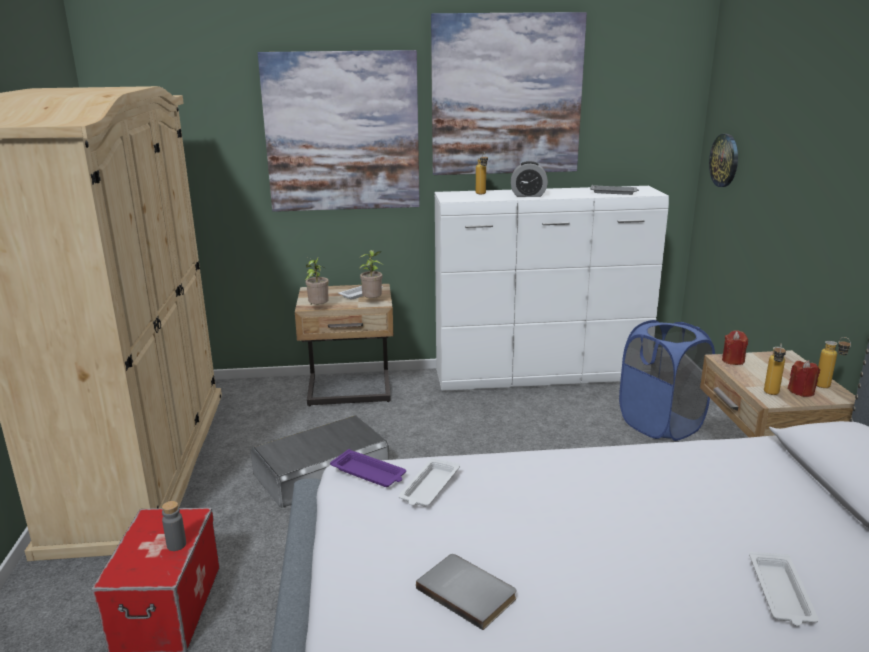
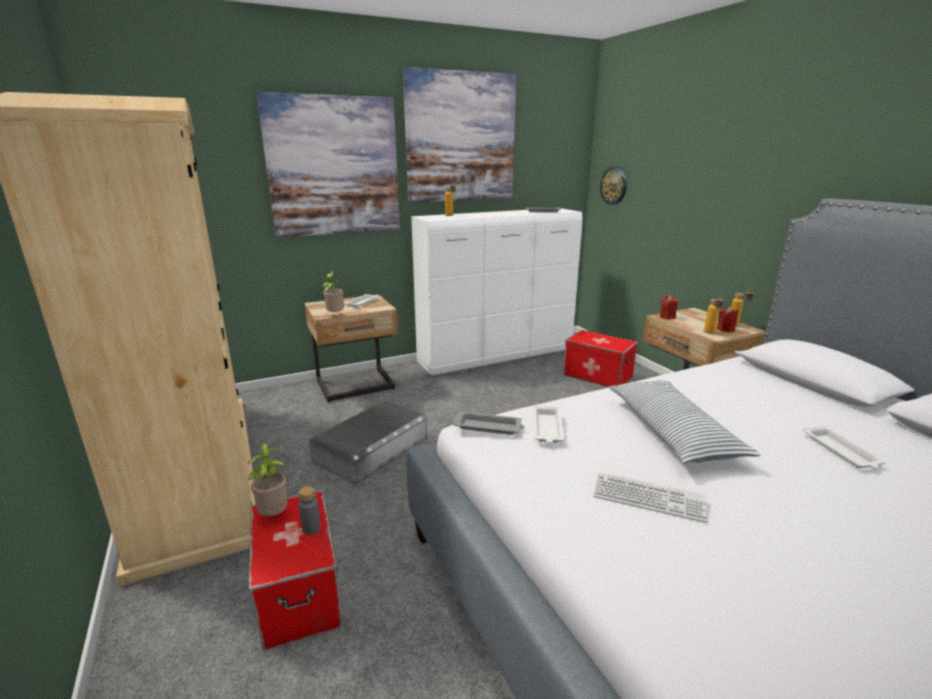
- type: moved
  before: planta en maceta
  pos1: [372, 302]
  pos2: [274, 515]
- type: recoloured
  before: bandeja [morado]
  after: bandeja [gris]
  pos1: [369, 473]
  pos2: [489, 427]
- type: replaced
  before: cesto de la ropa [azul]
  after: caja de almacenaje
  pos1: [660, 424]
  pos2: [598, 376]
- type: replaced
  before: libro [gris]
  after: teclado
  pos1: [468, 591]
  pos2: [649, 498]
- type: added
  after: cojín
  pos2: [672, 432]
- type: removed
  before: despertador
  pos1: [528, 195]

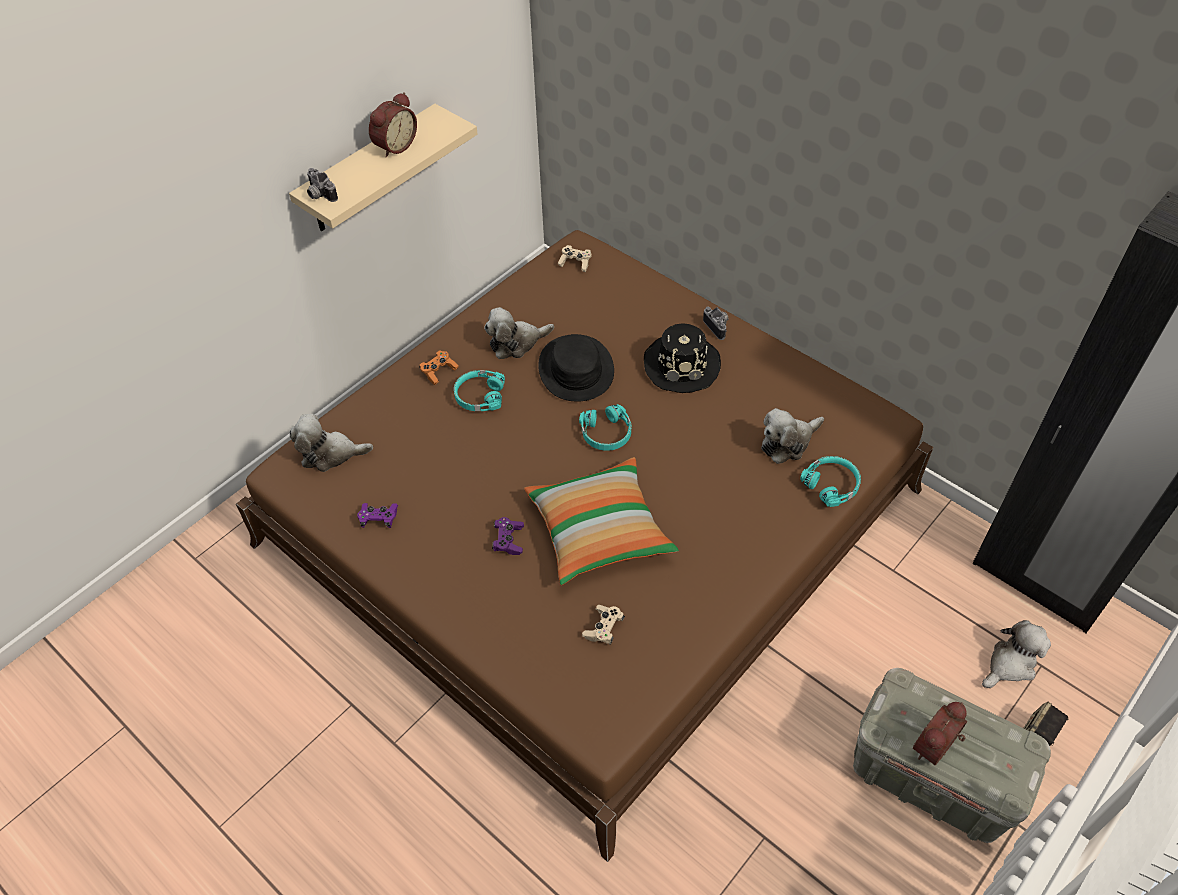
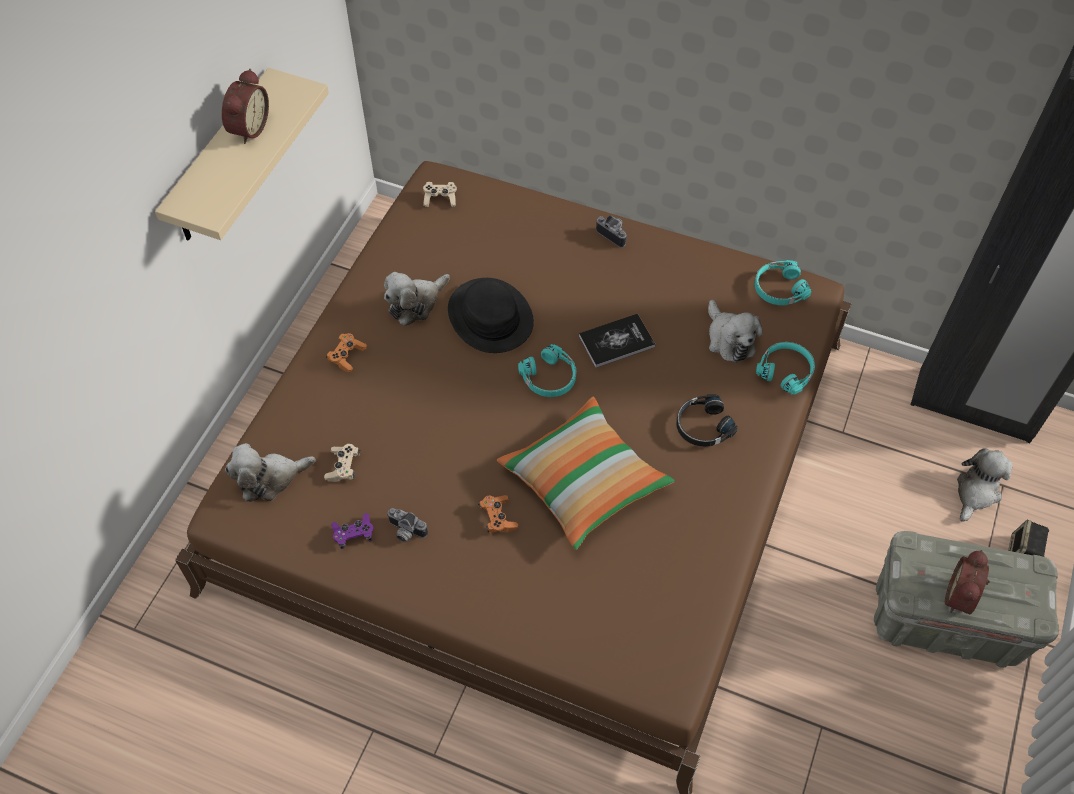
- type: moved
  before: mando de consola [beis]
  pos1: [604, 628]
  pos2: [343, 467]
- type: moved
  before: cámara
  pos1: [319, 195]
  pos2: [405, 532]
- type: recoloured
  before: mando de consola [morado]
  after: mando de consola [naranja]
  pos1: [508, 540]
  pos2: [498, 518]
- type: added
  after: libro
  pos2: [616, 341]
- type: added
  after: auriculares [negro]
  pos2: [702, 426]
- type: turned
  before: peluche
  pos1: [788, 442]
  pos2: [729, 339]
  turn: -60
- type: moved
  before: auriculares [turquesa]
  pos1: [479, 396]
  pos2: [778, 288]
- type: removed
  before: sombrero [negro]
  pos1: [681, 365]

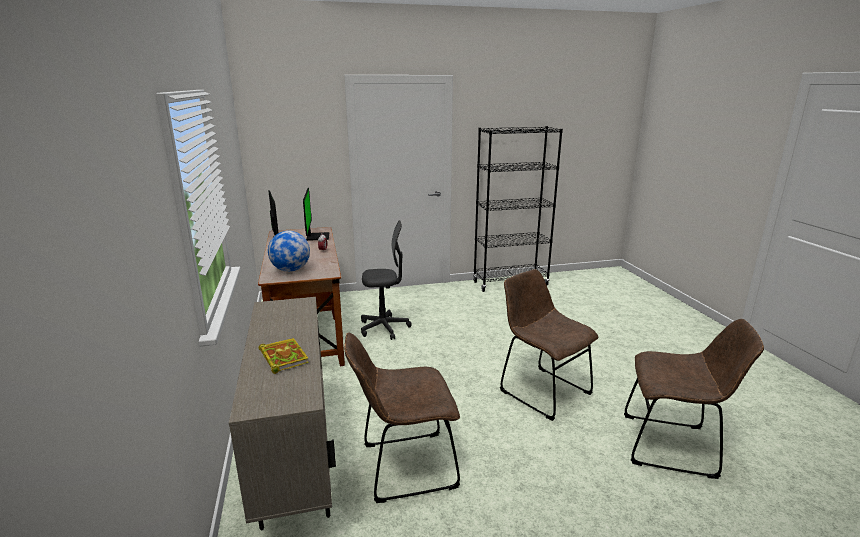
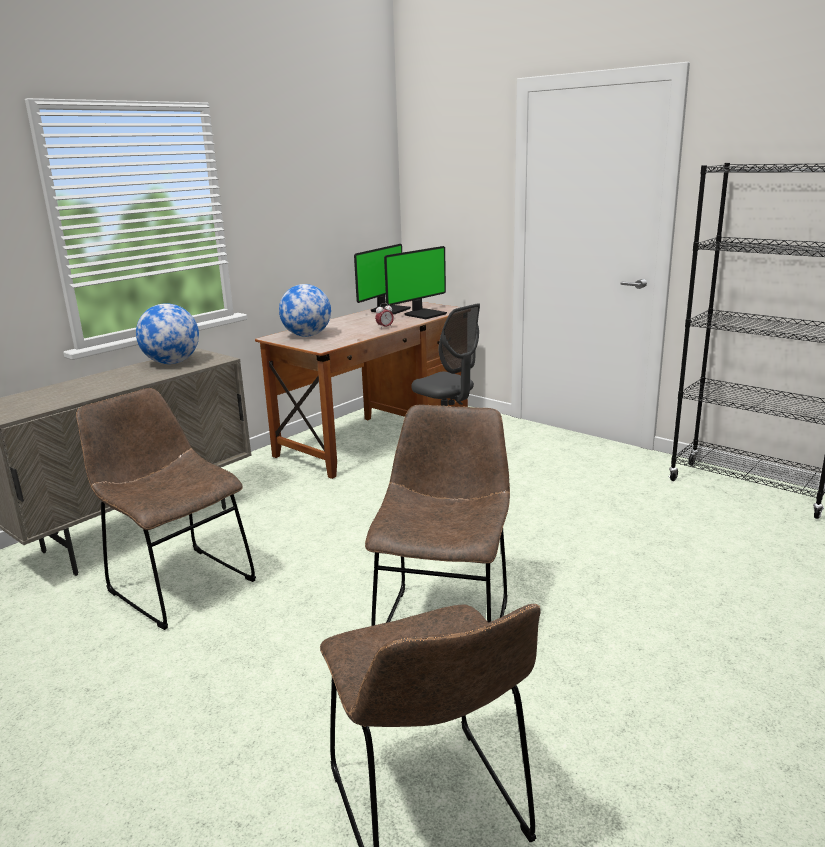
- type: added
  after: globo terráqueo
  pos2: [172, 363]
- type: removed
  before: libro
  pos1: [283, 357]

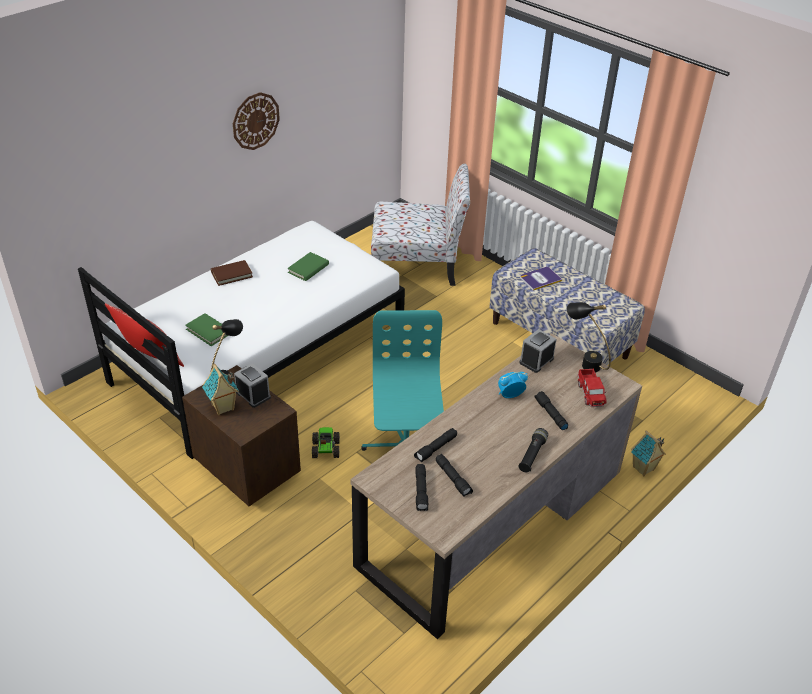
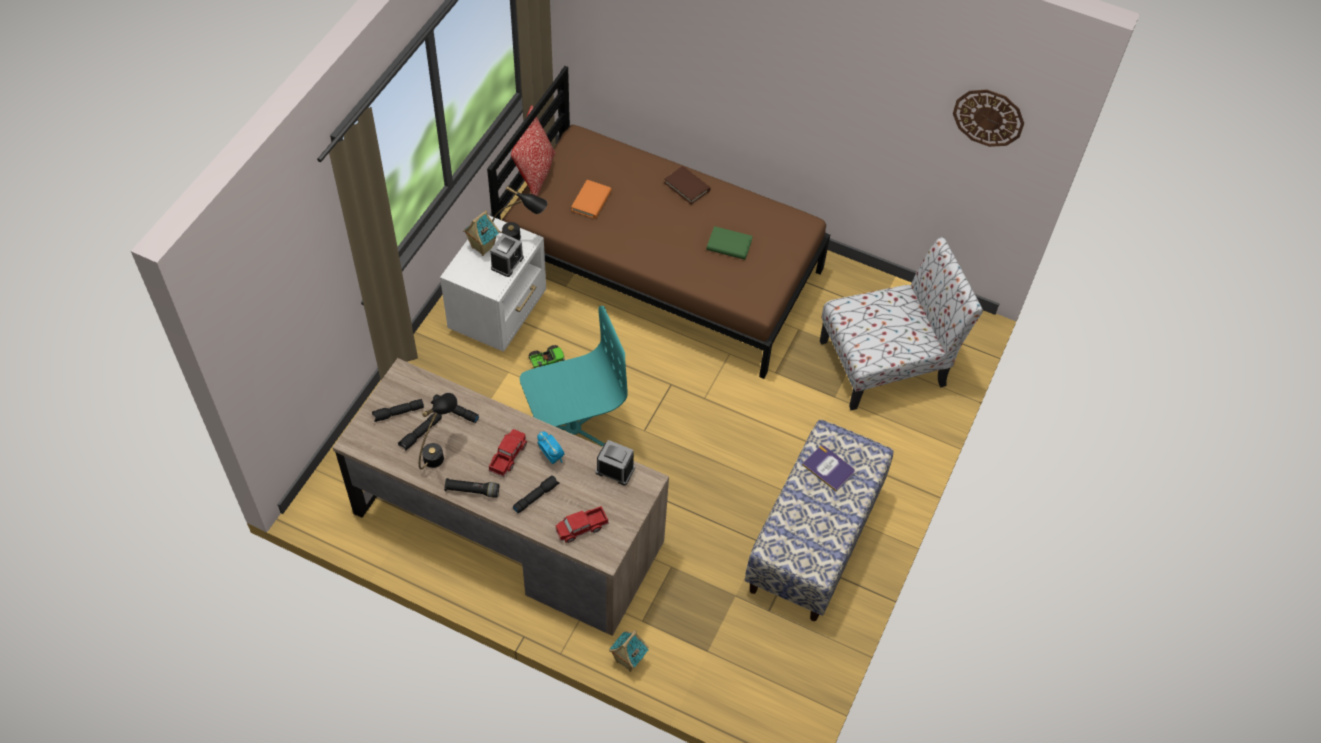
- type: moved
  before: lámpara de mesa [negro]
  pos1: [584, 361]
  pos2: [439, 451]
- type: recoloured
  before: mesita de noche [marrón]
  after: mesita de noche [blanco]
  pos1: [247, 469]
  pos2: [500, 313]
- type: recoloured
  before: cama [blanco]
  after: cama [marrón]
  pos1: [260, 353]
  pos2: [660, 268]
- type: added
  after: camión de juguete
  pos2: [508, 456]
- type: recoloured
  before: libro [verde]
  after: libro [naranja]
  pos1: [208, 331]
  pos2: [591, 201]
- type: turned
  before: silla
  pos1: [418, 264]
  pos2: [886, 362]
  turn: -90
- type: moved
  before: reloj de pared
  pos1: [255, 121]
  pos2: [988, 117]

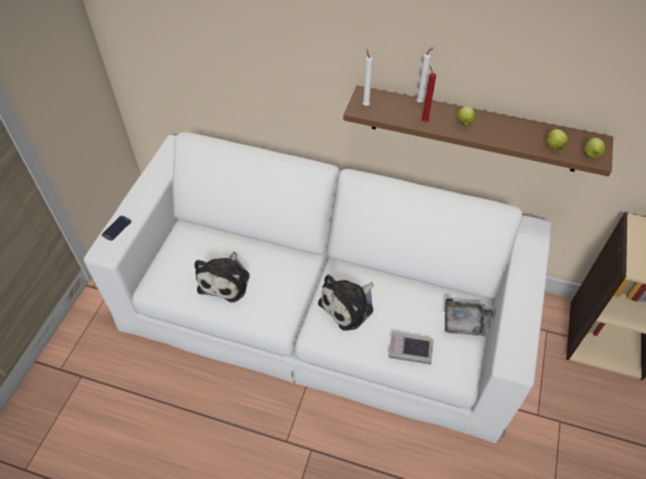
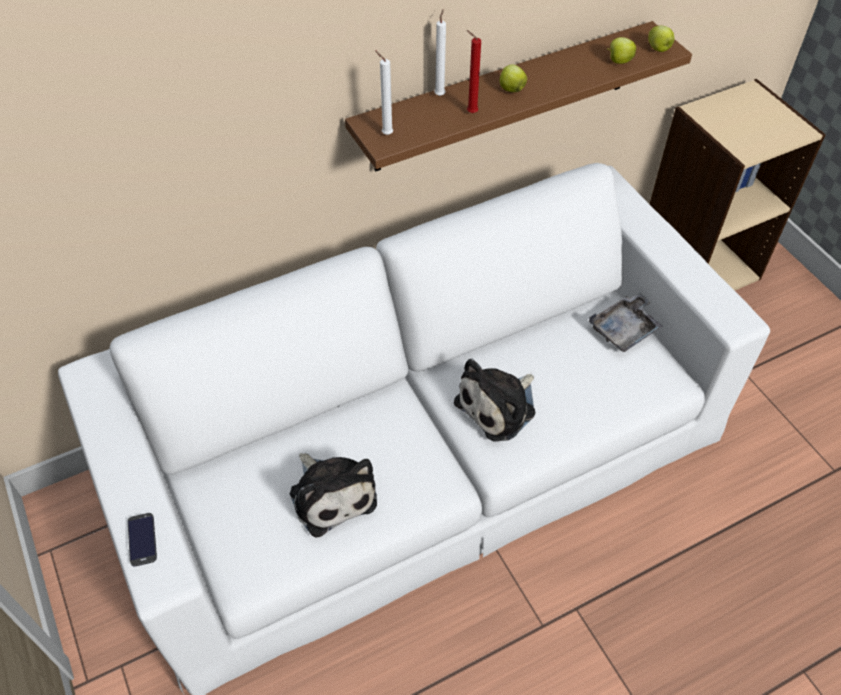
- type: turned
  before: peluche
  pos1: [349, 305]
  pos2: [499, 406]
  turn: 45
- type: removed
  before: libro
  pos1: [410, 350]

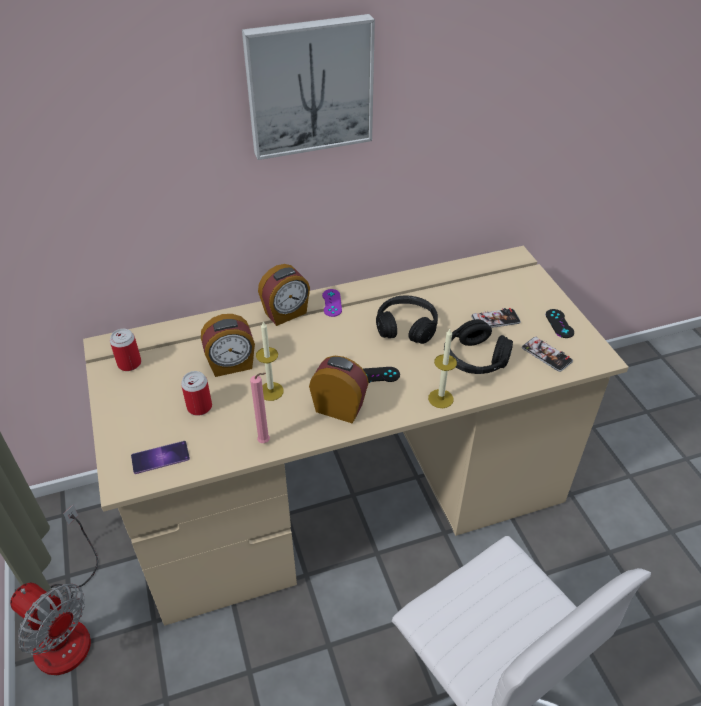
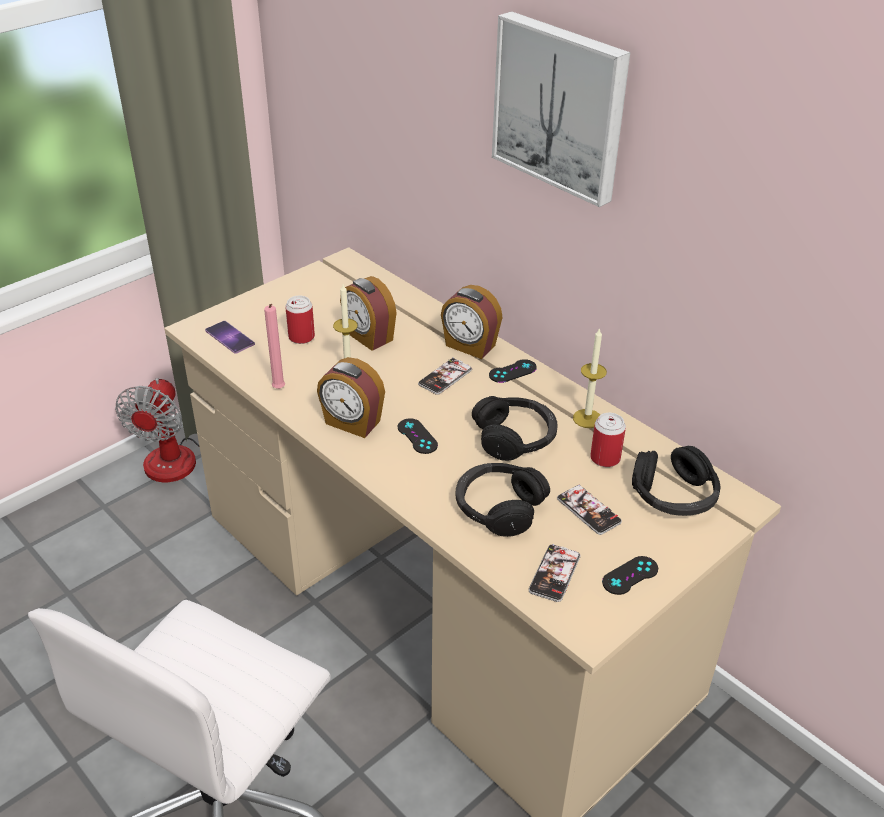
- type: turned
  before: despertador
  pos1: [339, 407]
  pos2: [352, 423]
  turn: 120
- type: added
  after: móvil
  pos2: [445, 377]
- type: recoloured
  before: mando de consola [morado]
  after: mando de consola [negro]
  pos1: [332, 303]
  pos2: [512, 371]
- type: moved
  before: vela
  pos1: [440, 398]
  pos2: [587, 418]
- type: moved
  before: lata
  pos1: [129, 363]
  pos2: [605, 458]
- type: added
  after: auriculares [negro]
  pos2: [673, 496]

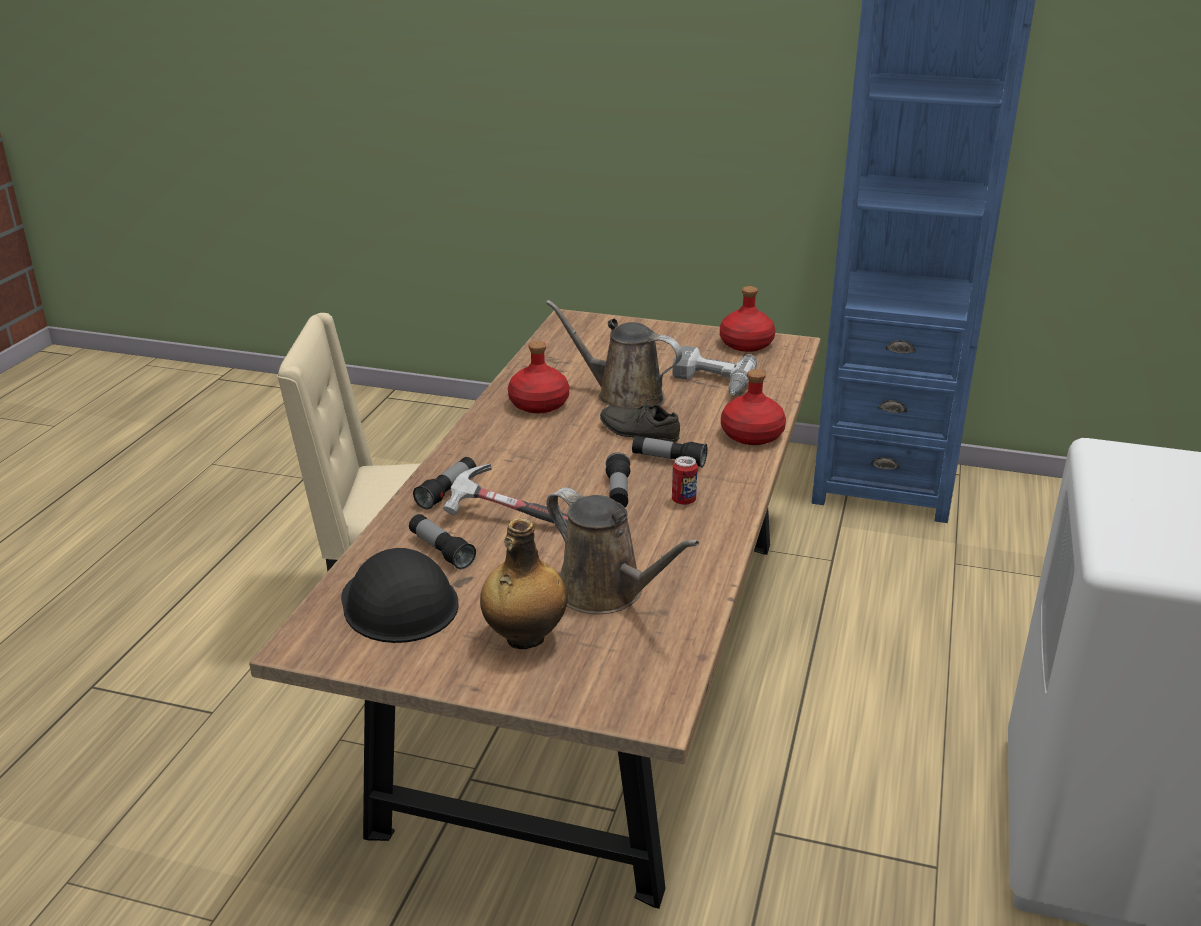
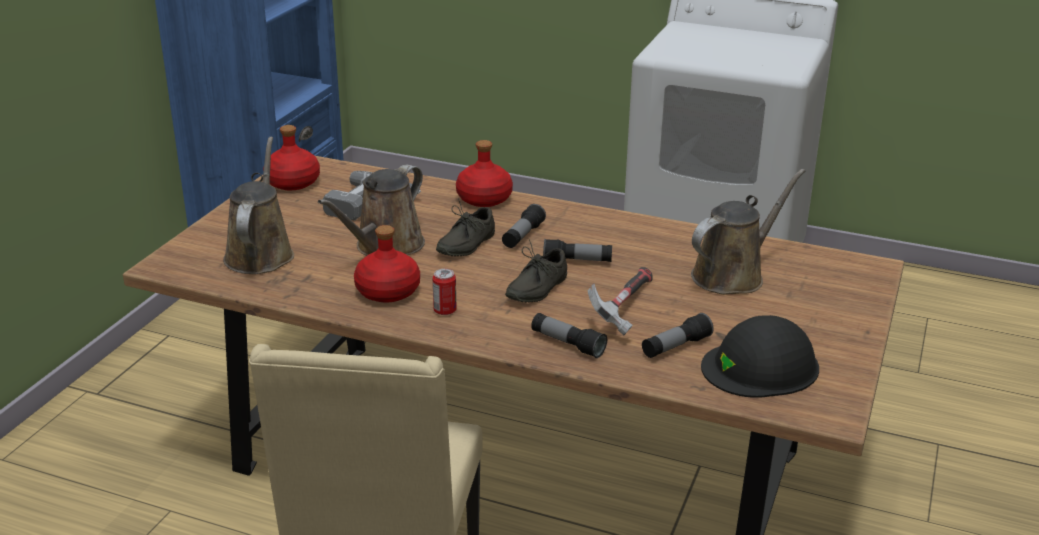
- type: added
  after: regadera [marrón]
  pos2: [260, 253]
- type: moved
  before: lata
  pos1: [683, 500]
  pos2: [445, 311]
- type: added
  after: zapato [gris]
  pos2: [534, 288]
- type: removed
  before: botella
  pos1: [524, 638]

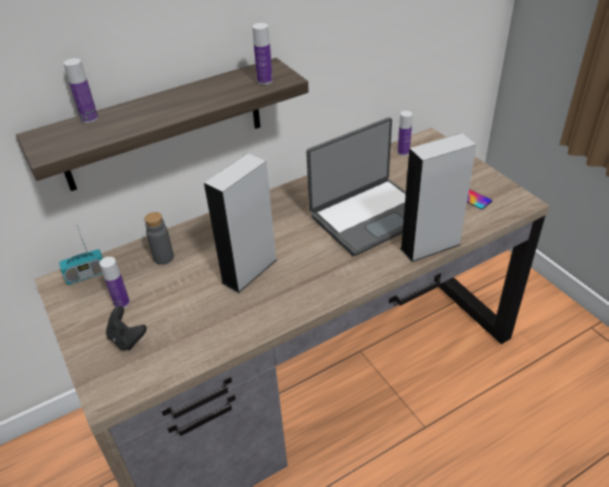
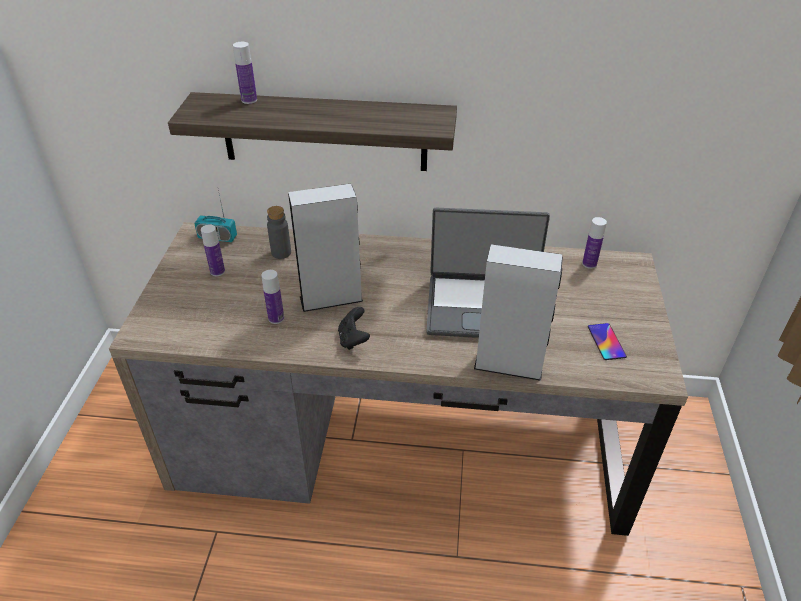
- type: moved
  before: botella
  pos1: [265, 81]
  pos2: [276, 318]
- type: moved
  before: mando de consola [negro]
  pos1: [127, 339]
  pos2: [353, 339]

